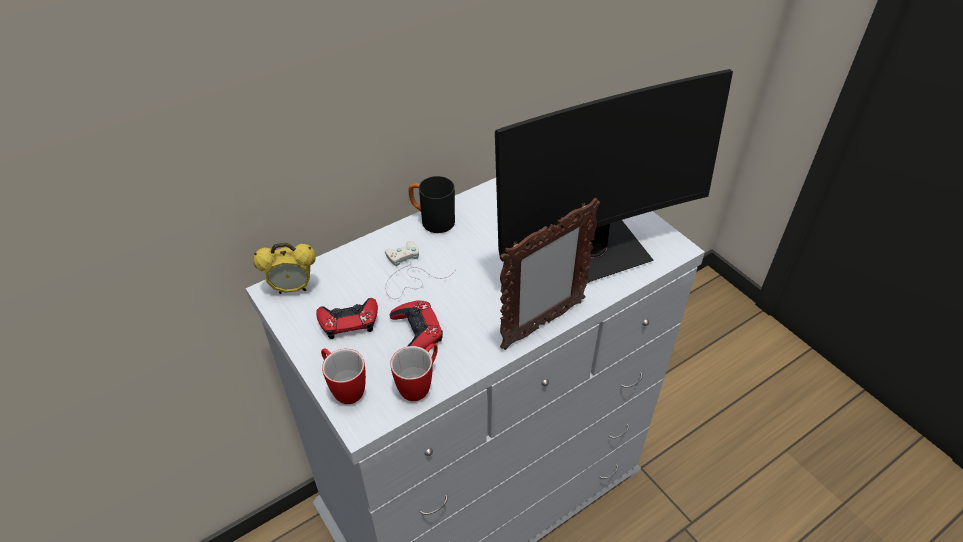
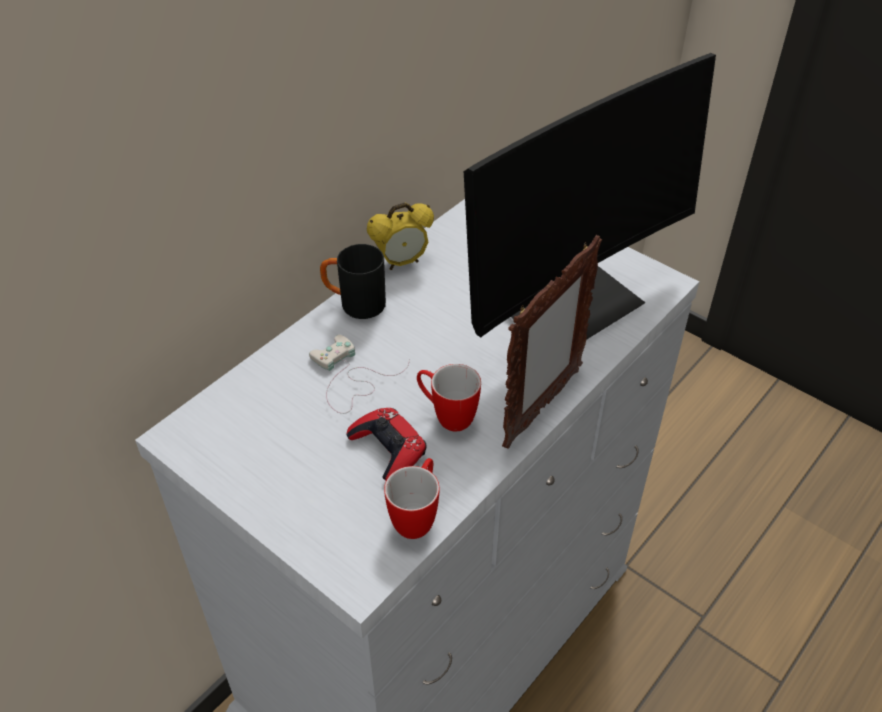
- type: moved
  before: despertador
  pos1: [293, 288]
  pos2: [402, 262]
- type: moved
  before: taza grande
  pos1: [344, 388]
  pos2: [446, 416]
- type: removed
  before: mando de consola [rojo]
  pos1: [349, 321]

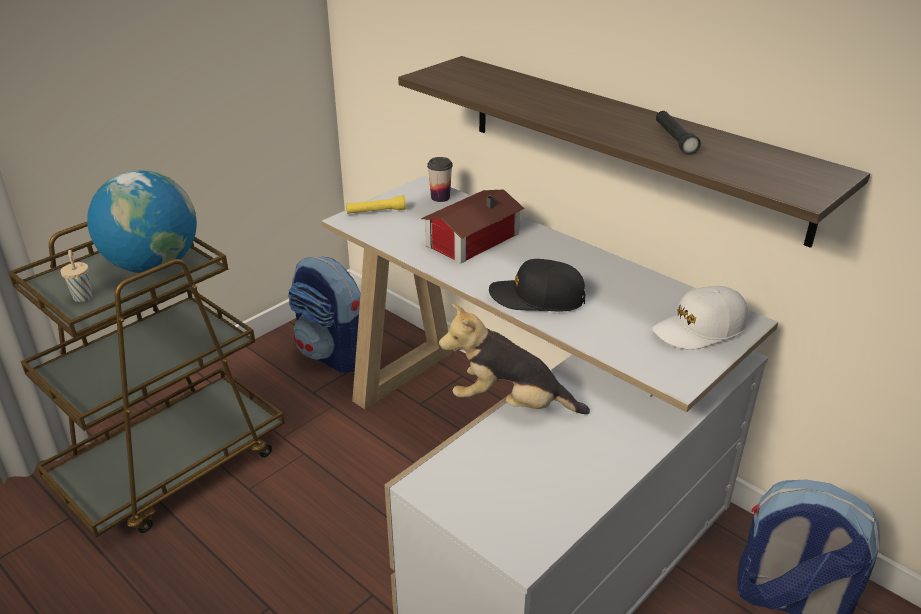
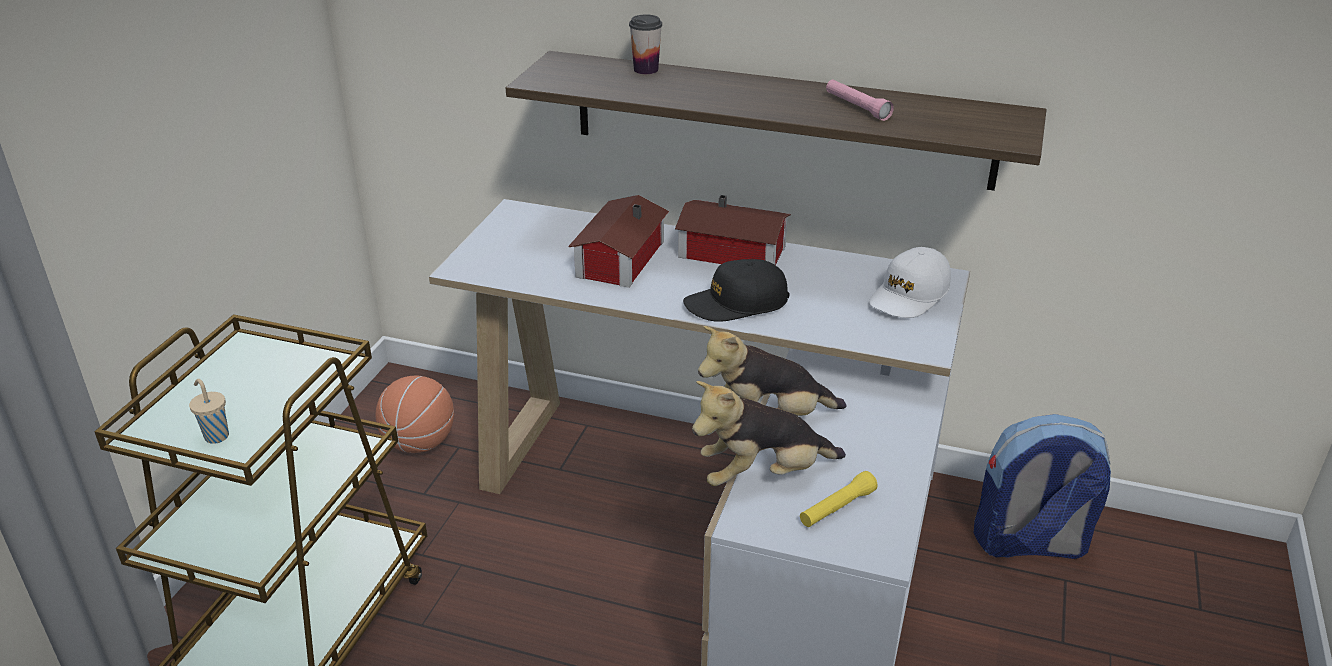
- type: replaced
  before: mochila
  after: balón de baloncesto
  pos1: [334, 354]
  pos2: [419, 443]
- type: moved
  before: taza
  pos1: [440, 197]
  pos2: [646, 69]
- type: added
  after: casita
  pos2: [734, 253]
- type: added
  after: peluche
  pos2: [762, 475]
- type: moved
  before: linterna [amarillo]
  pos1: [376, 212]
  pos2: [837, 508]
- type: recoloured
  before: linterna [negro]
  after: linterna [rosa]
  pos1: [674, 139]
  pos2: [857, 107]
- type: removed
  before: globo terráqueo
  pos1: [153, 265]

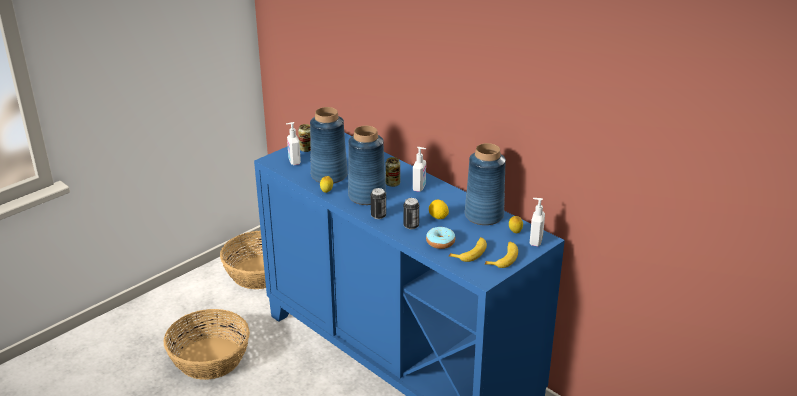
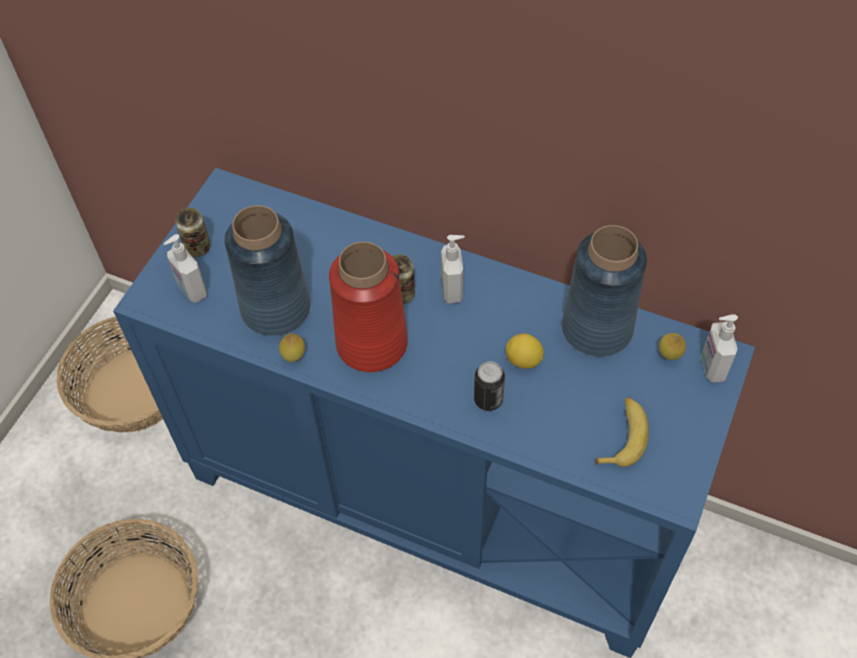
- type: recoloured
  before: florero [azul]
  after: florero [rojo]
  pos1: [366, 196]
  pos2: [371, 343]
- type: removed
  before: lata
  pos1: [378, 216]
- type: removed
  before: rosquilla
  pos1: [440, 242]
- type: removed
  before: plátano
  pos1: [503, 258]

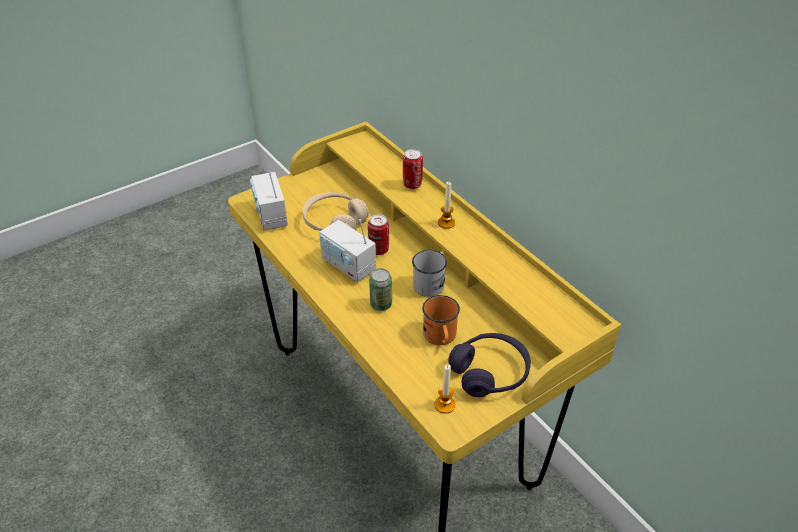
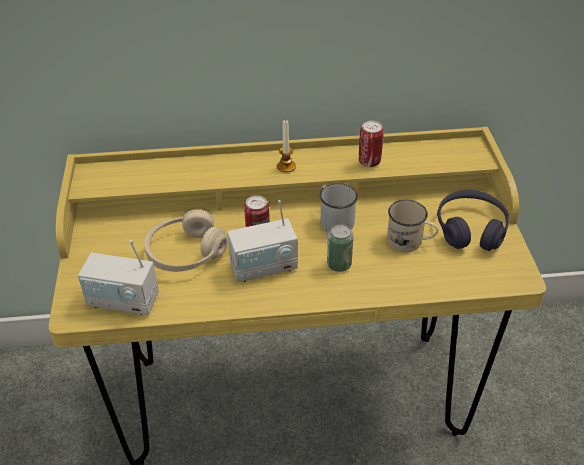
- type: moved
  before: lata
  pos1: [412, 184]
  pos2: [369, 162]
- type: recoloured
  before: taza grande [naranja]
  after: taza grande [beis]
  pos1: [440, 337]
  pos2: [410, 242]
- type: removed
  before: vela
  pos1: [444, 405]

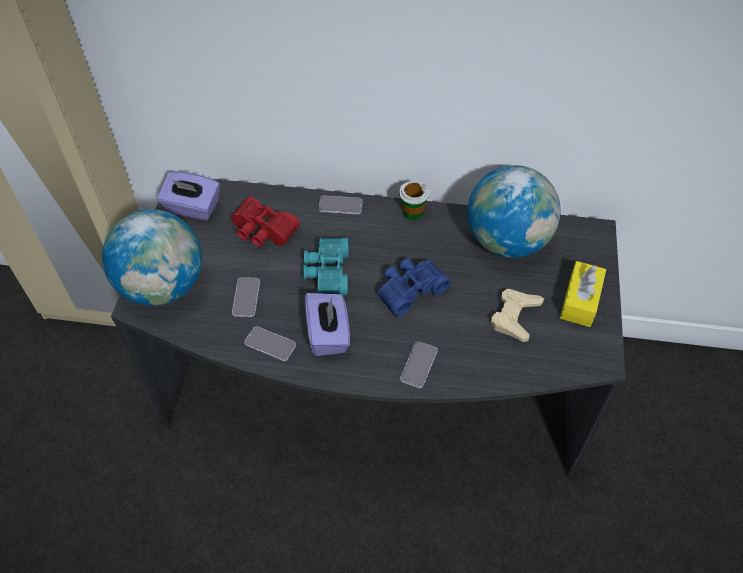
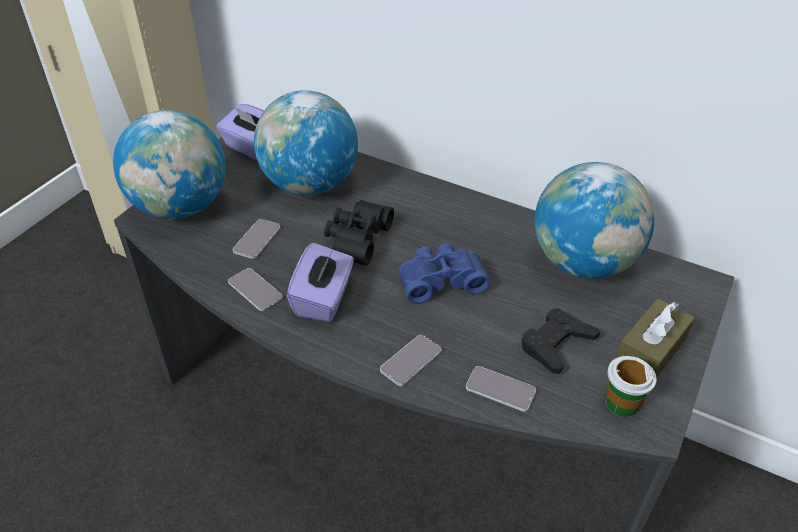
- type: replaced
  before: prismáticos [rojo]
  after: globo terráqueo
  pos1: [262, 232]
  pos2: [309, 185]
- type: recoloured
  before: prismáticos [turquesa]
  after: prismáticos [negro]
  pos1: [326, 272]
  pos2: [356, 239]
- type: moved
  before: móvil
  pos1: [340, 205]
  pos2: [500, 389]
- type: recoloured
  before: mando de consola [beis]
  after: mando de consola [negro]
  pos1: [515, 317]
  pos2: [556, 344]
- type: moved
  before: taza
  pos1: [412, 212]
  pos2: [621, 403]
- type: recoloured
  before: caja de pañuelos [amarillo]
  after: caja de pañuelos [marrón]
  pos1: [580, 301]
  pos2: [650, 350]

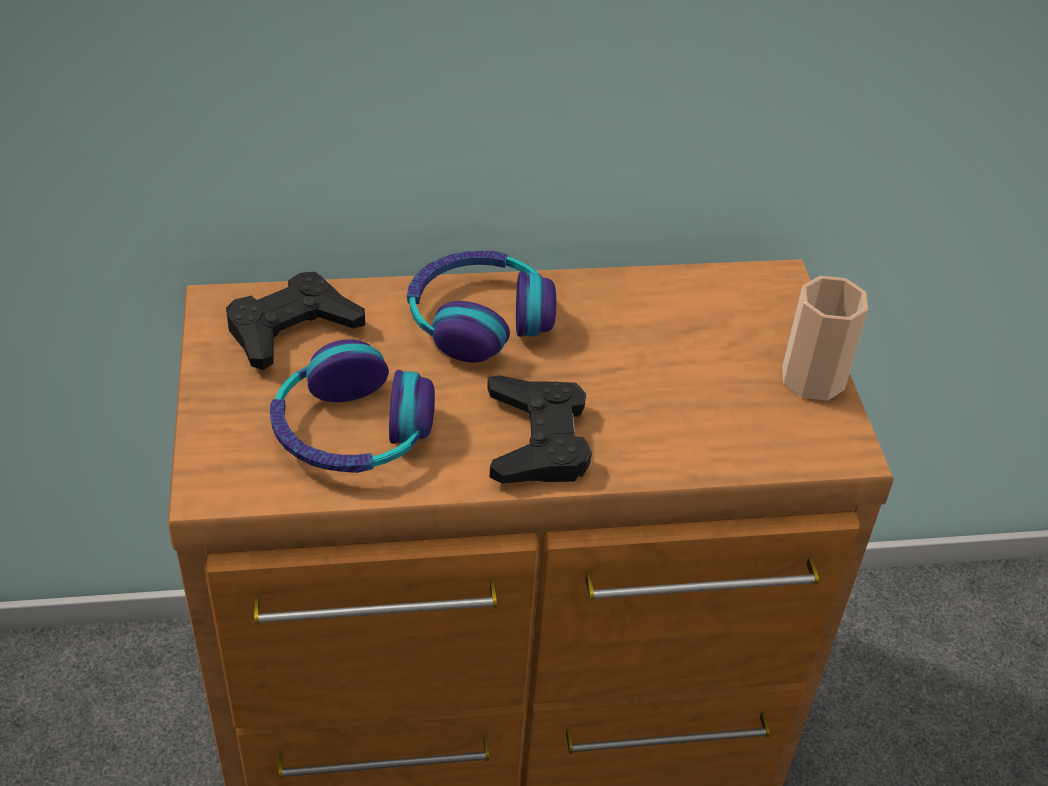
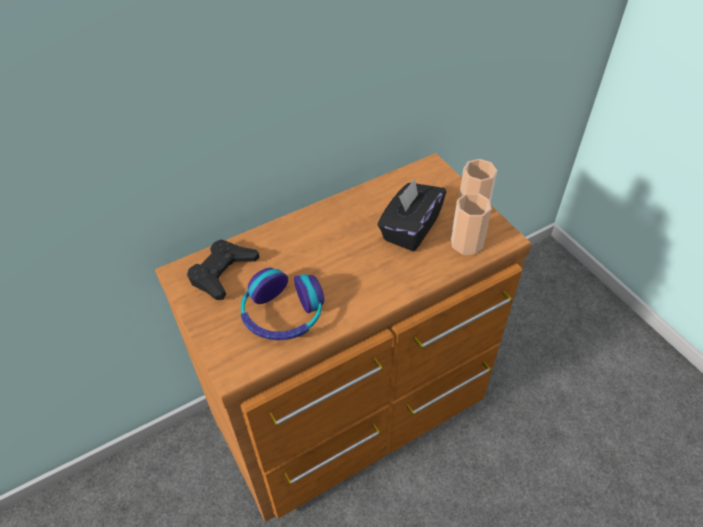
- type: added
  after: caja de pañuelos [negro]
  pos2: [410, 229]
- type: added
  after: taza
  pos2: [466, 243]
- type: removed
  before: auriculares
  pos1: [479, 319]
- type: removed
  before: mando de consola [negro]
  pos1: [537, 439]

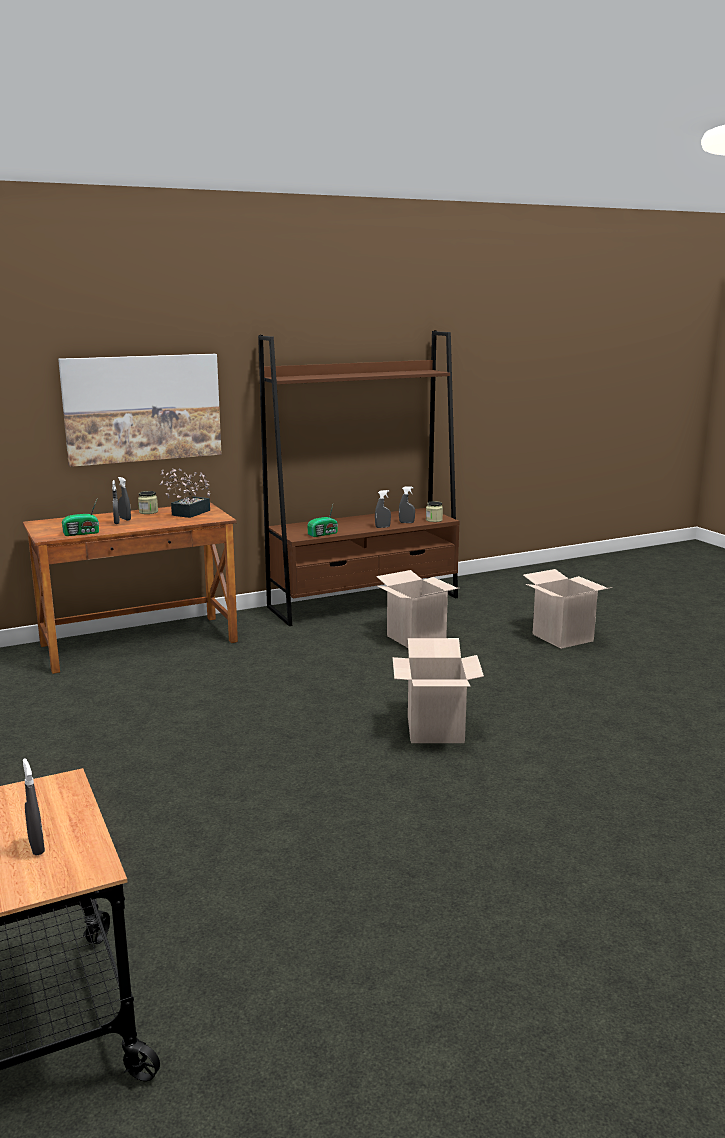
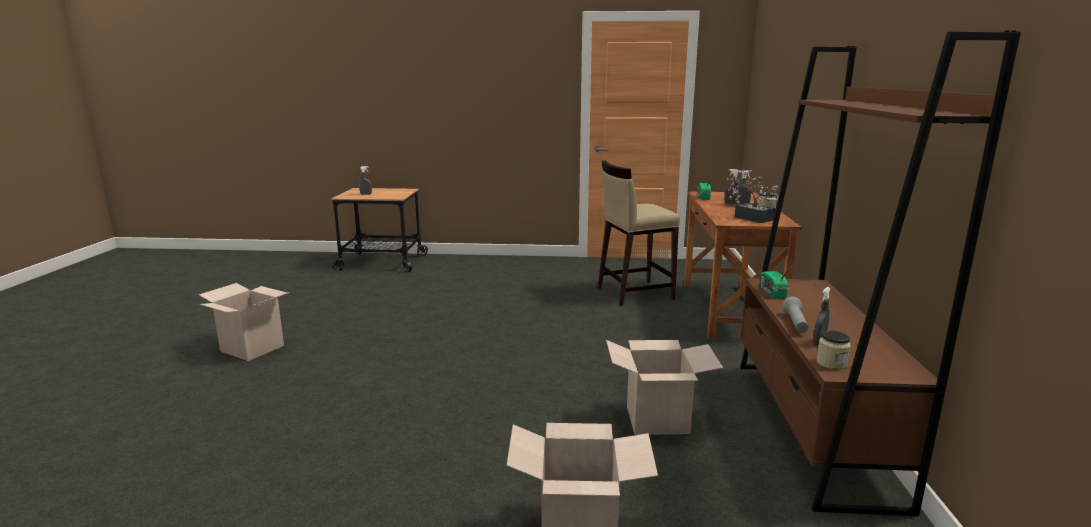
- type: moved
  before: caja de cartón
  pos1: [435, 730]
  pos2: [252, 348]
- type: added
  after: taburete [beis]
  pos2: [634, 293]
- type: replaced
  before: pulverizador [gris]
  after: linterna [gris]
  pos1: [382, 527]
  pos2: [795, 324]
- type: removed
  before: cuadro
  pos1: [142, 408]

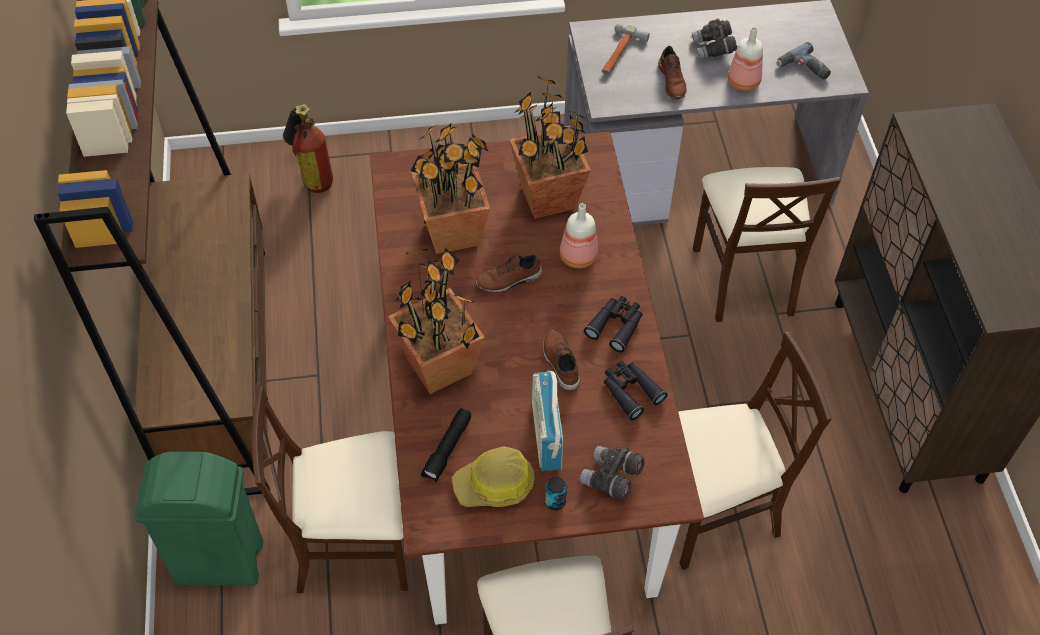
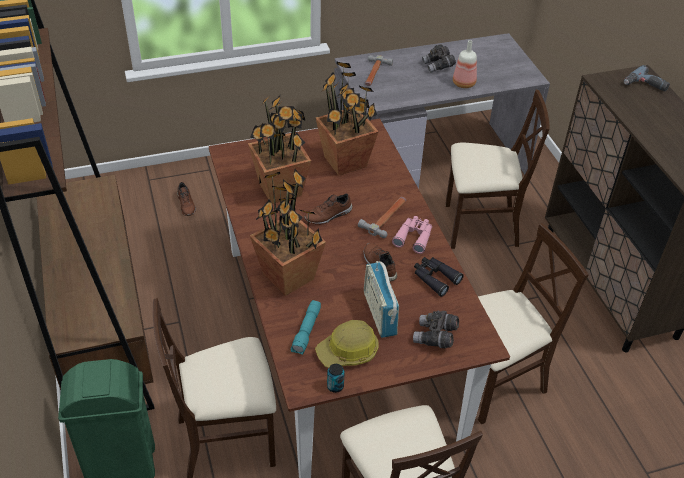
- type: moved
  before: zapato [marrón]
  pos1: [672, 81]
  pos2: [186, 205]
- type: recoloured
  before: linterna [negro]
  after: linterna [turquesa]
  pos1: [448, 449]
  pos2: [307, 332]
- type: moved
  before: lata
  pos1: [555, 501]
  pos2: [335, 386]
- type: added
  after: martillo
  pos2: [386, 217]
- type: recoloured
  before: prismáticos [negro]
  after: prismáticos [rosa]
  pos1: [616, 326]
  pos2: [414, 237]
- type: turned
  before: silla [beis]
  pos1: [744, 279]
  pos2: [479, 226]
  turn: -75
- type: moved
  before: taladro
  pos1: [803, 69]
  pos2: [645, 86]
- type: removed
  before: extintor
  pos1: [312, 176]
- type: removed
  before: botella
  pos1: [578, 258]

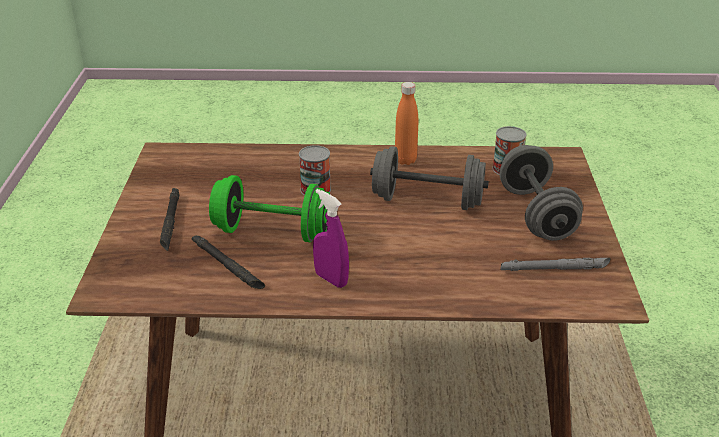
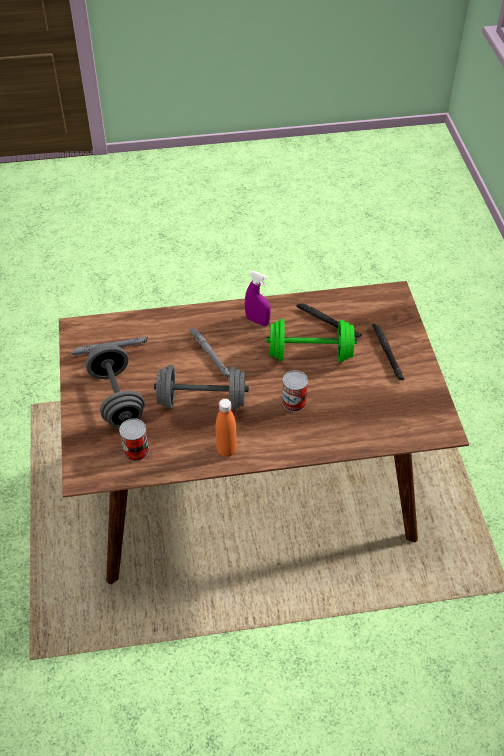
- type: added
  after: linterna [gris]
  pos2: [210, 355]

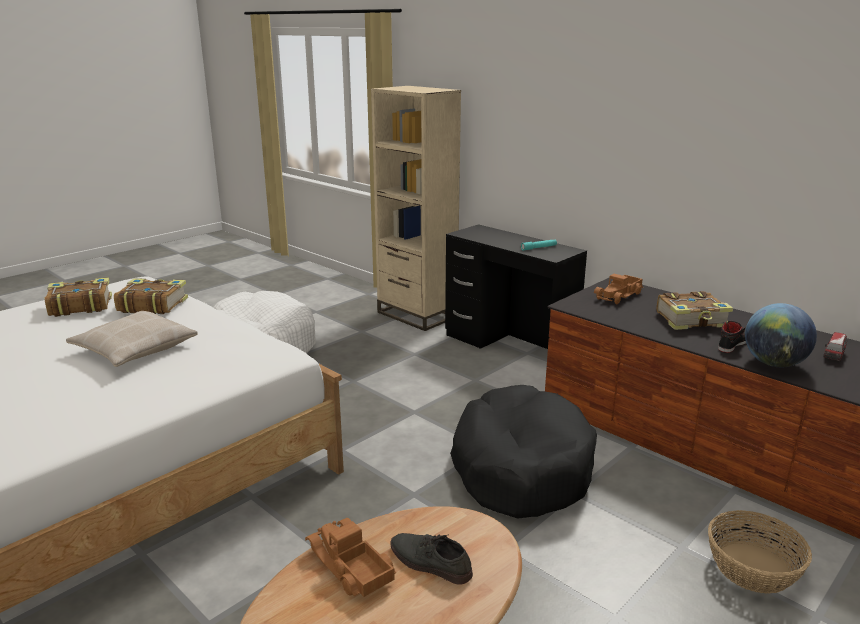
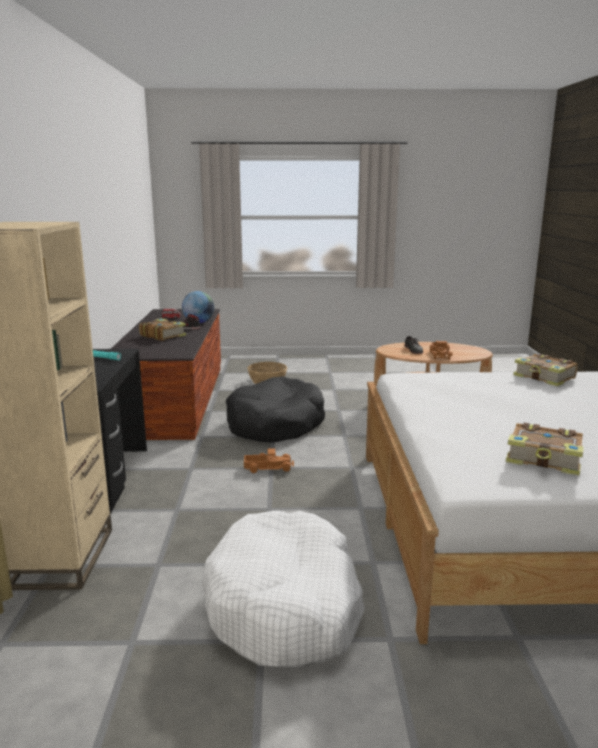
- type: moved
  before: camión de juguete
  pos1: [619, 296]
  pos2: [268, 467]
- type: moved
  before: libro
  pos1: [152, 305]
  pos2: [544, 378]
- type: removed
  before: cojín [beis]
  pos1: [134, 349]

